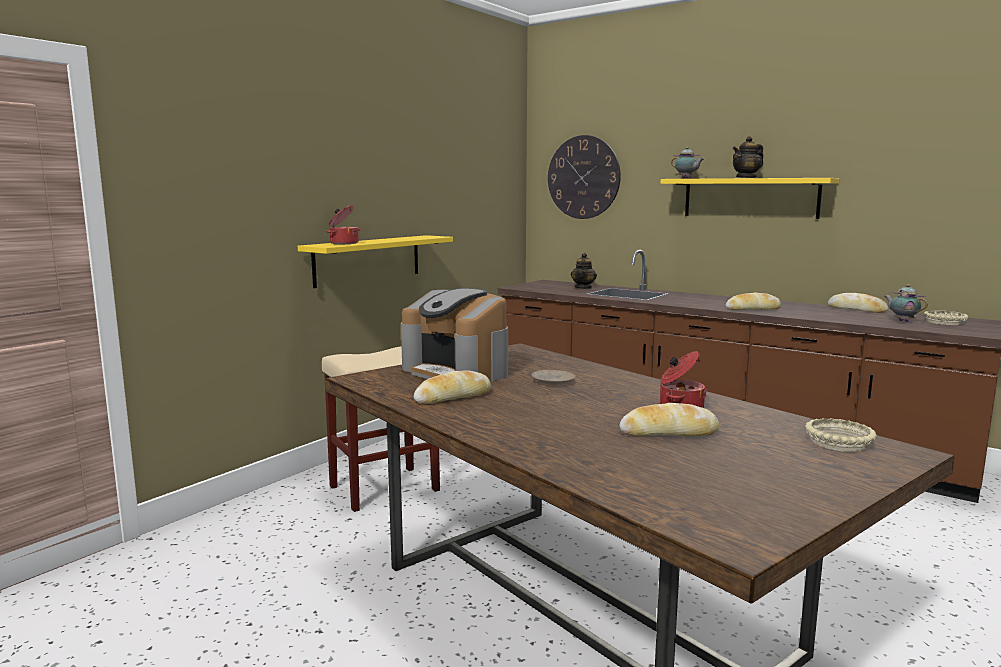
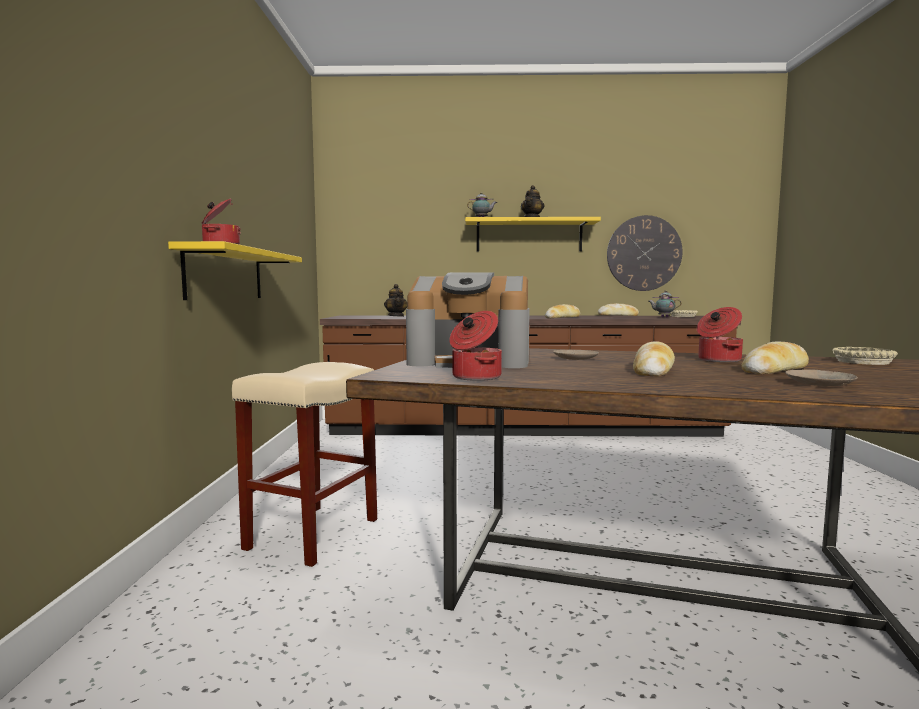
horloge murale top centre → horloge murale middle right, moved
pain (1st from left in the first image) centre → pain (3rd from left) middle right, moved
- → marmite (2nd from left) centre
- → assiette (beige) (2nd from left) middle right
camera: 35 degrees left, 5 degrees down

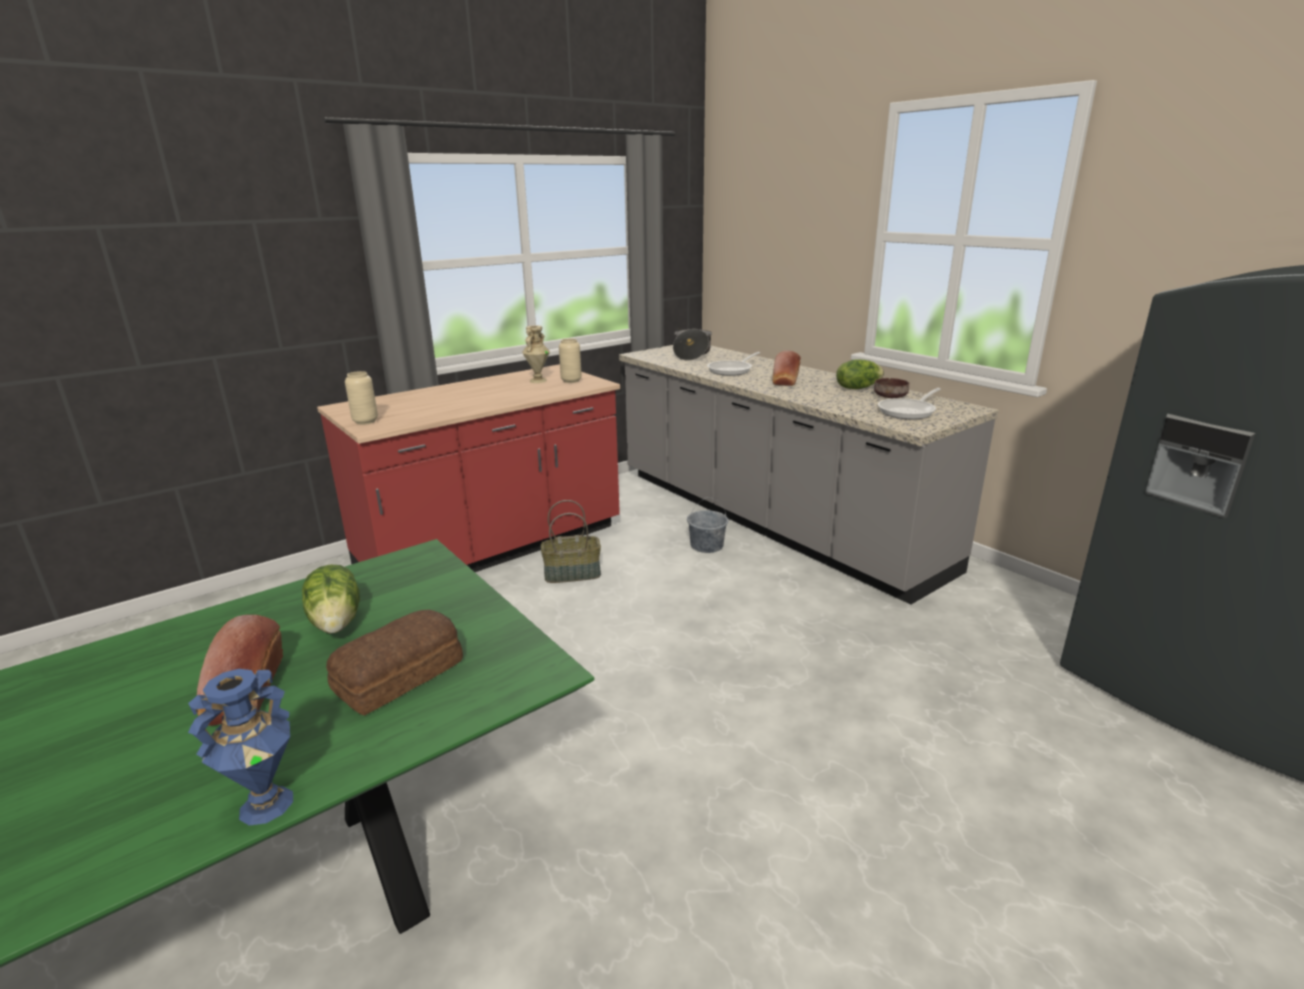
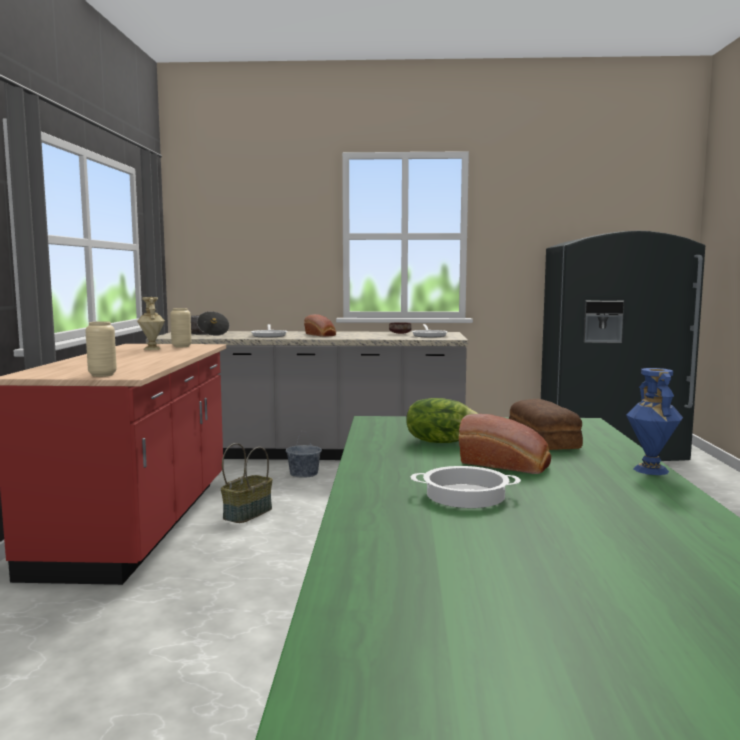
laitue (2nd from left) centre → -
- → marmite (2nd from left) centre
camera: 50 degrees left, 15 degrees down

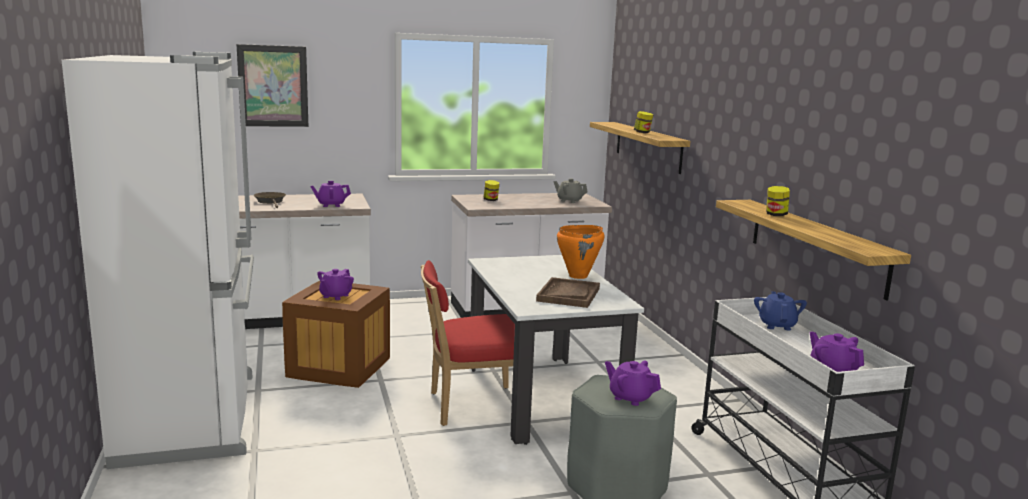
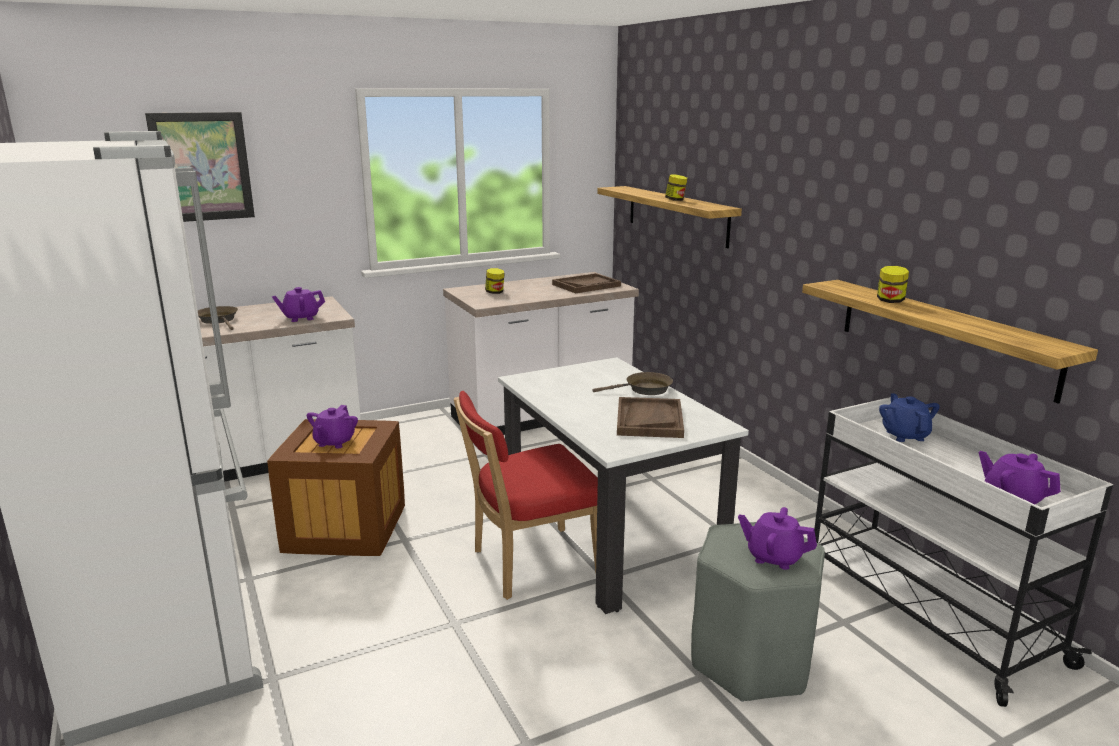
théière (gris) centre → plateau (marron) (1st from left) centre
marmite (orange) centre → poêle (marron) (2nd from left) centre
camera: 10 degrees left, 5 degrees up

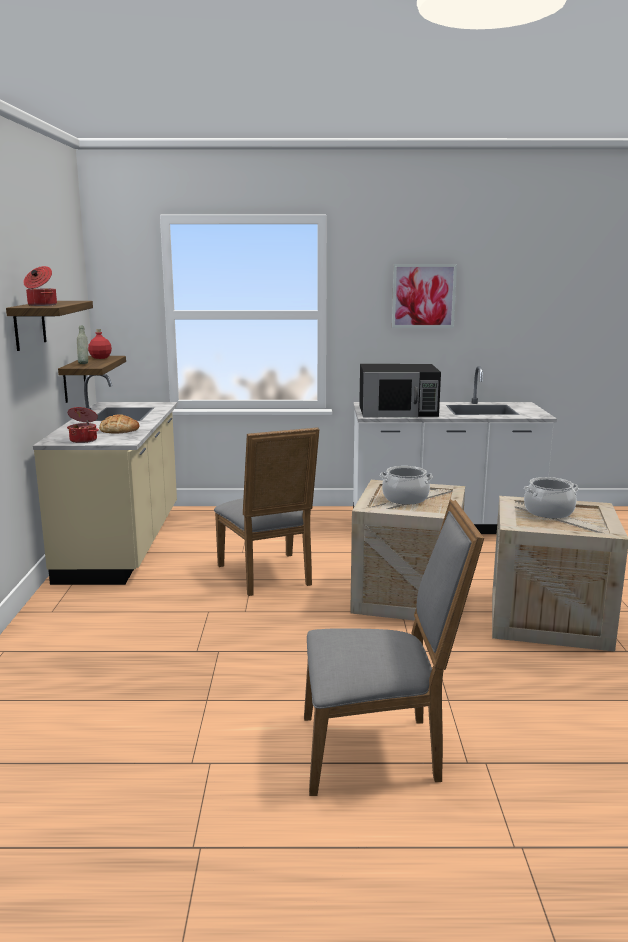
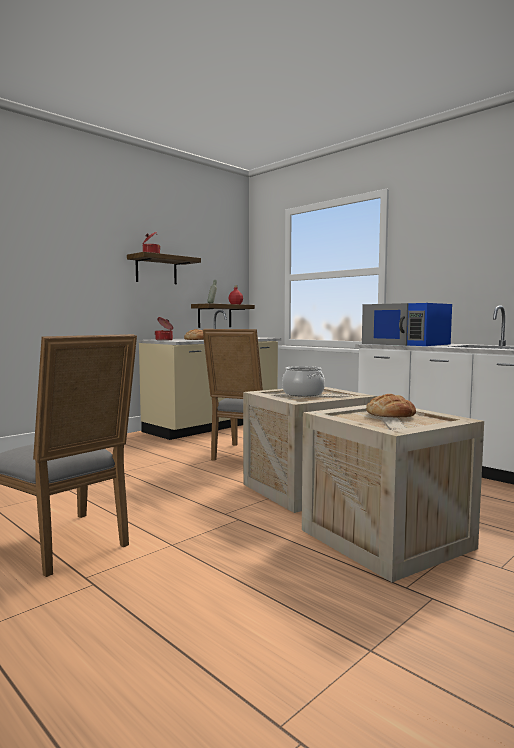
tableau top right → -
micro-ondes (noir) centre → micro-ondes (bleu) middle right
marmite (4th from left) middle right → pain (2nd from left) middle right
camera: 45 degrees right, 10 degrees down

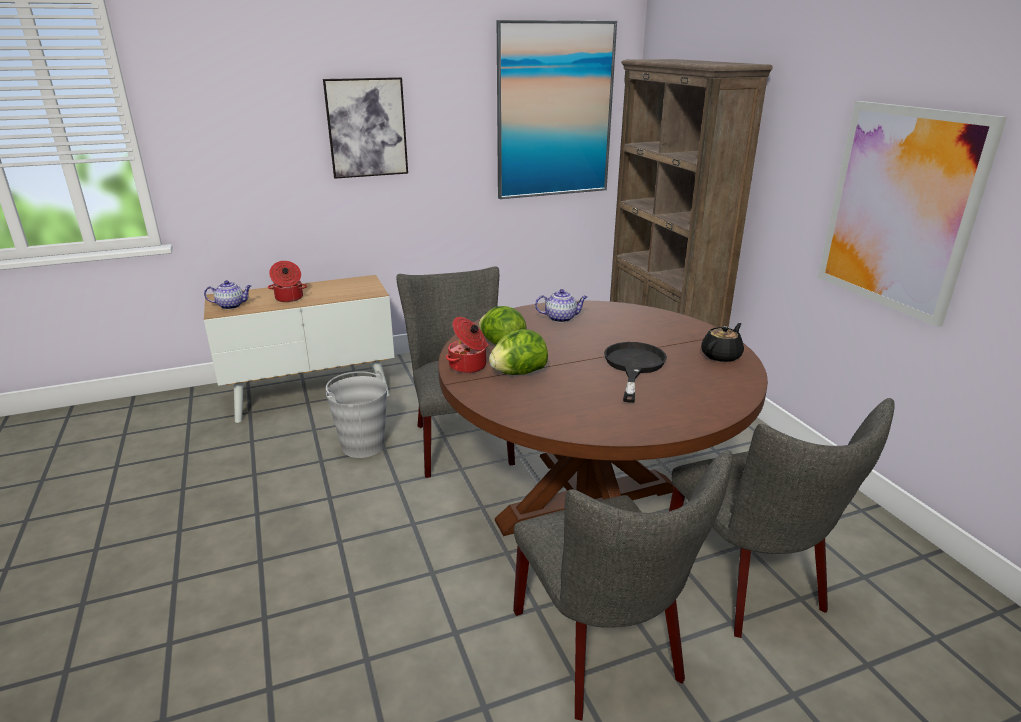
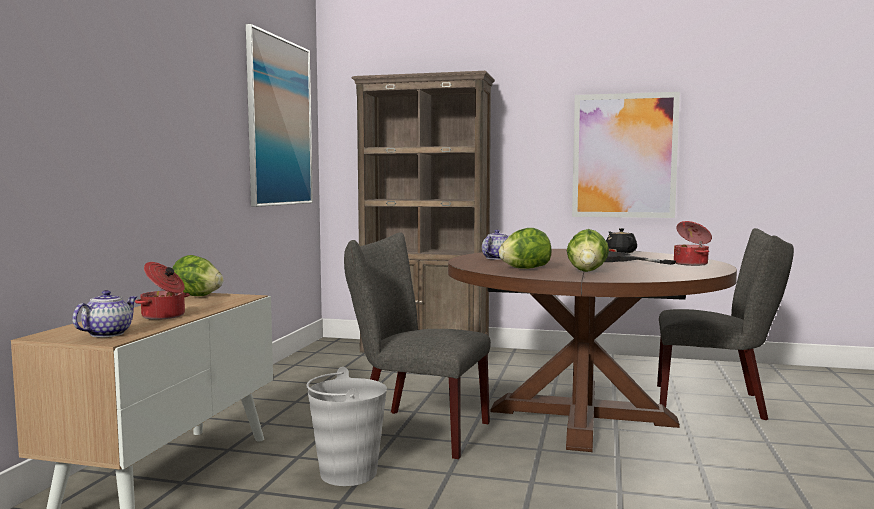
tableau (1st from left) top centre → -
marmite (2nd from left) centre → marmite (2nd from left) middle right, moved
chaise (gris) (2nd from left) bottom centre → -
- → laitue (1st from left) middle left
camera: 55 degrees left, 20 degrees down

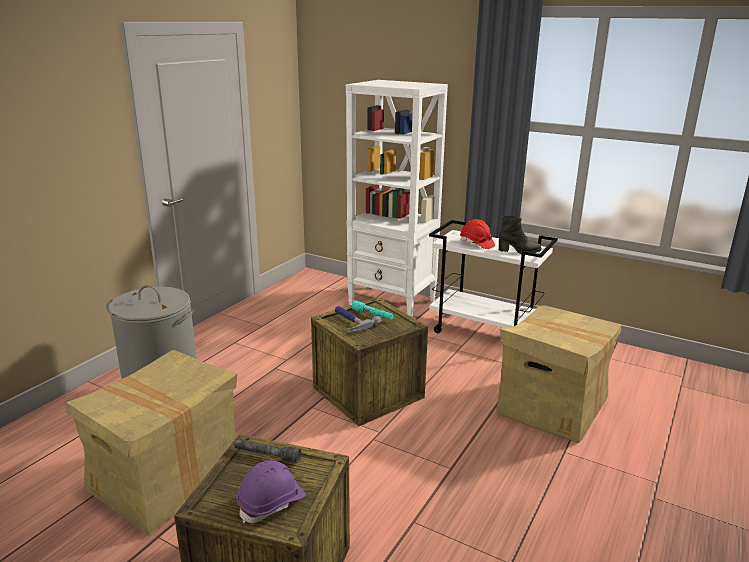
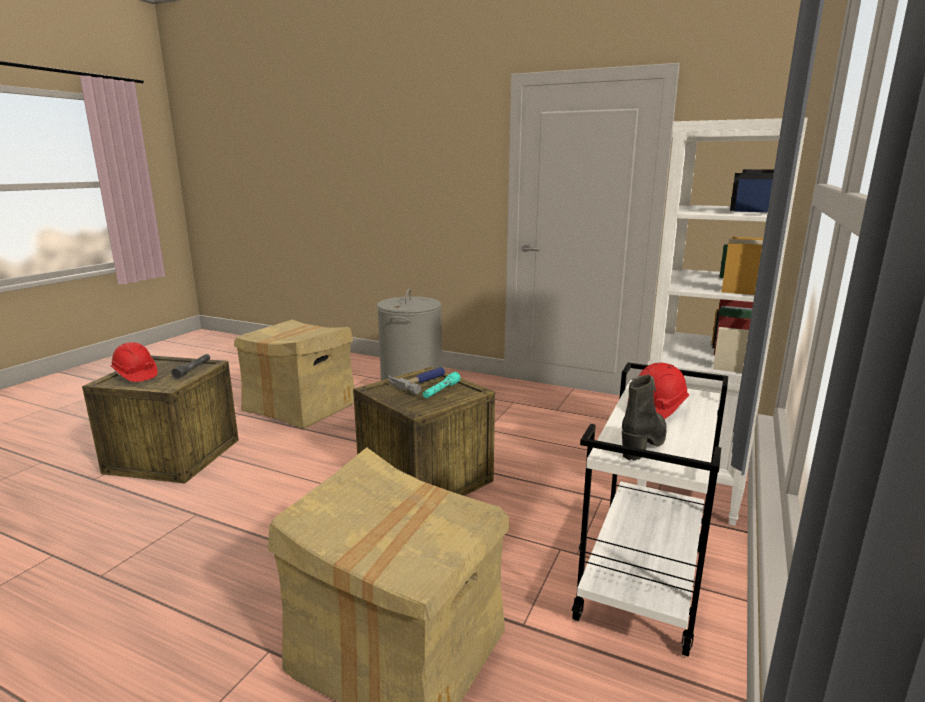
botte (noir) middle right, 150 degrees counterclockwise
casque de chantier (violet) bottom centre → casque de chantier (rouge) (1st from left) middle left
camera: 85 degrees right, 5 degrees down

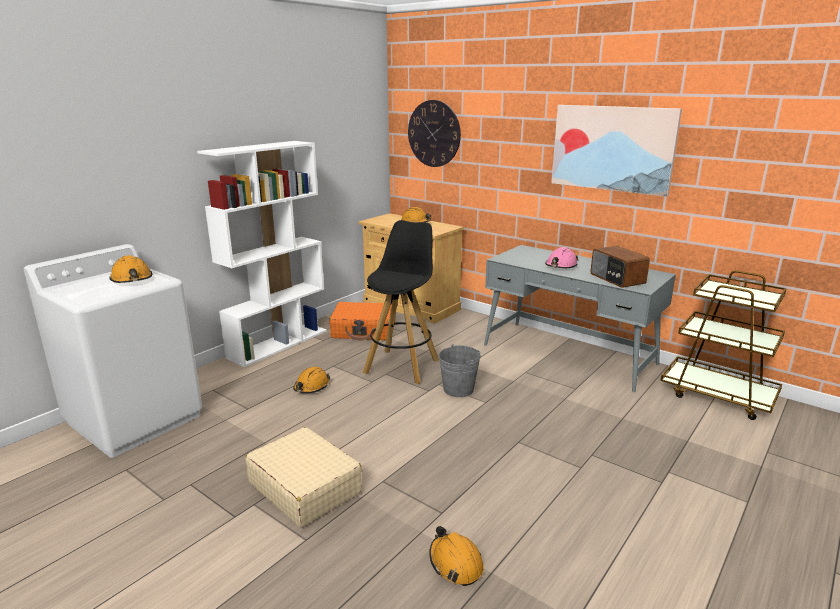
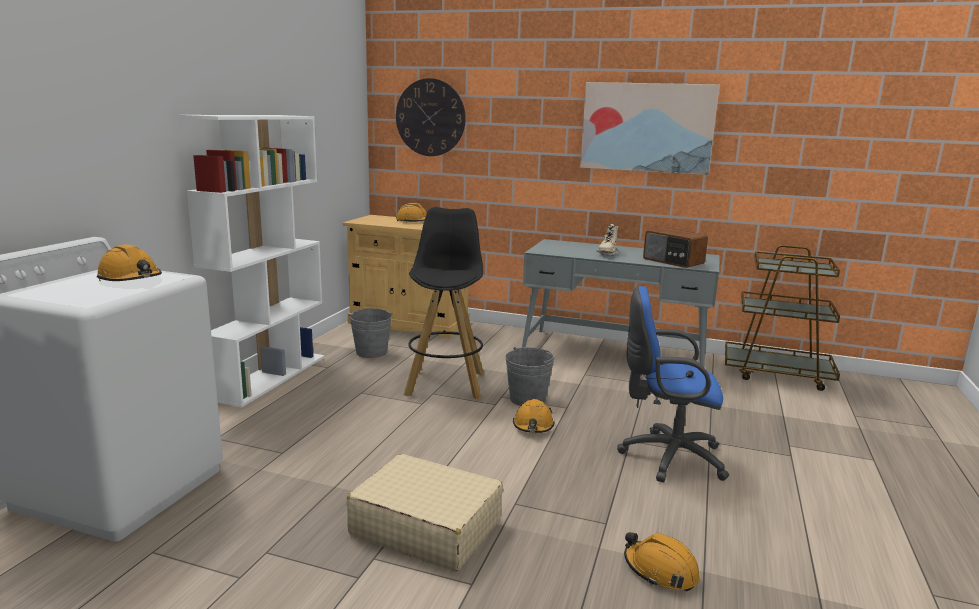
casque de chantier (rose) middle right → botte (beige) centre
valise (orange) centre → seau (gris) (1st from left) centre
casque de chantier (orange) (2nd from left in the first image) centre → casque de chantier (orange) (3rd from left) bottom centre, moved
- → chaise de bureau (bleu) middle right
camera: 20 degrees left, 5 degrees down

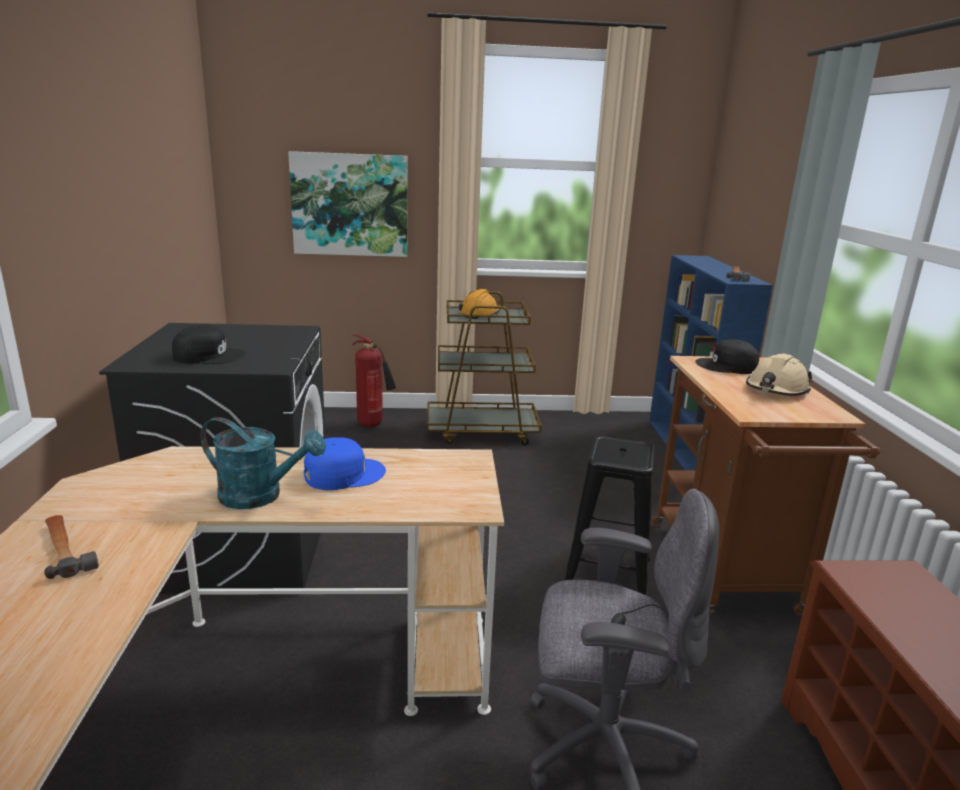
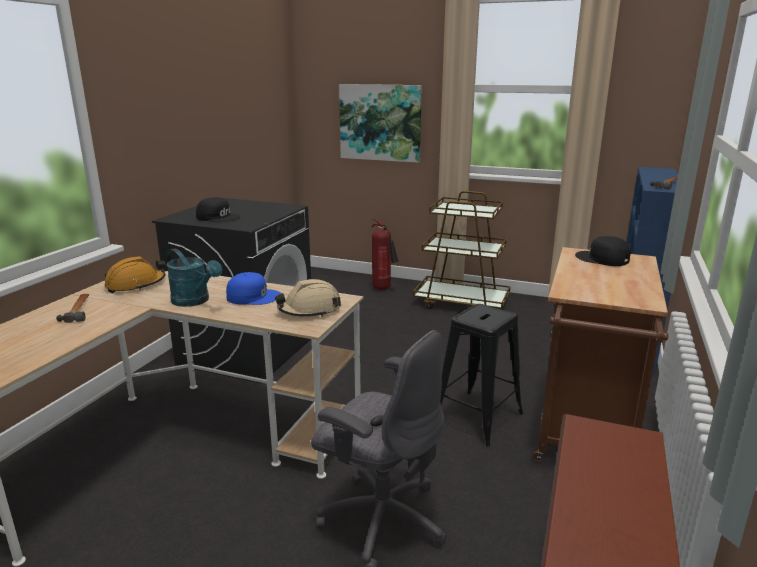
casque de chantier (orange) centre → casque de chantier (orange) middle left, moved
casque de chantier (beige) middle right → casque de chantier (beige) centre, moved
camera: 25 degrees right, 0 degrees up

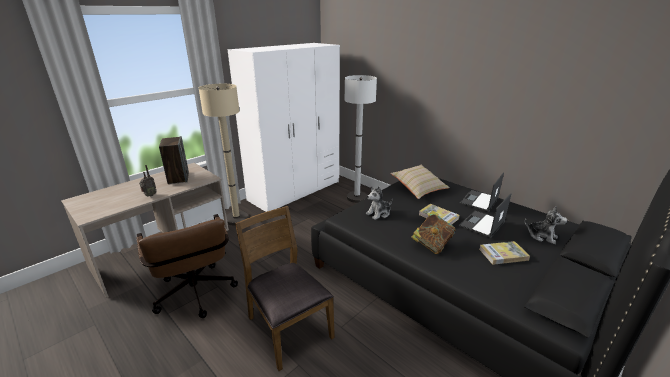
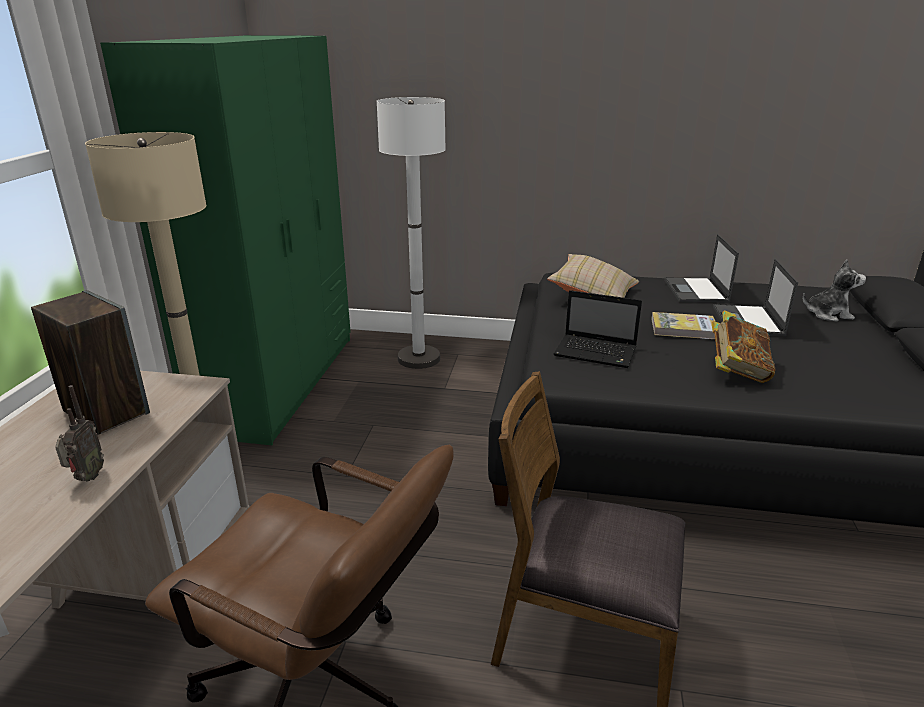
armoire (blanc) centre → armoire (vert) middle left
peluche (1st from left) centre → ordinateur portable (1st from left) centre
livre (3rd from left) bottom right → -
camera: 35 degrees left, 0 degrees up

